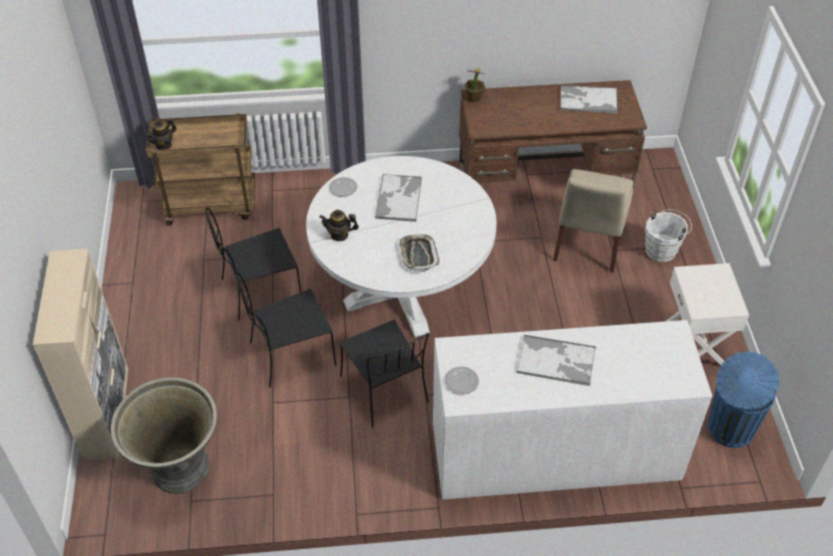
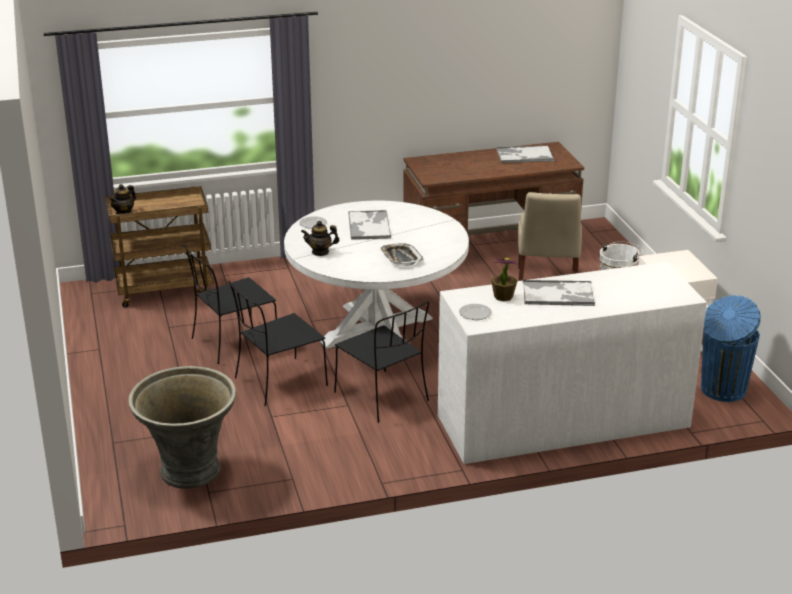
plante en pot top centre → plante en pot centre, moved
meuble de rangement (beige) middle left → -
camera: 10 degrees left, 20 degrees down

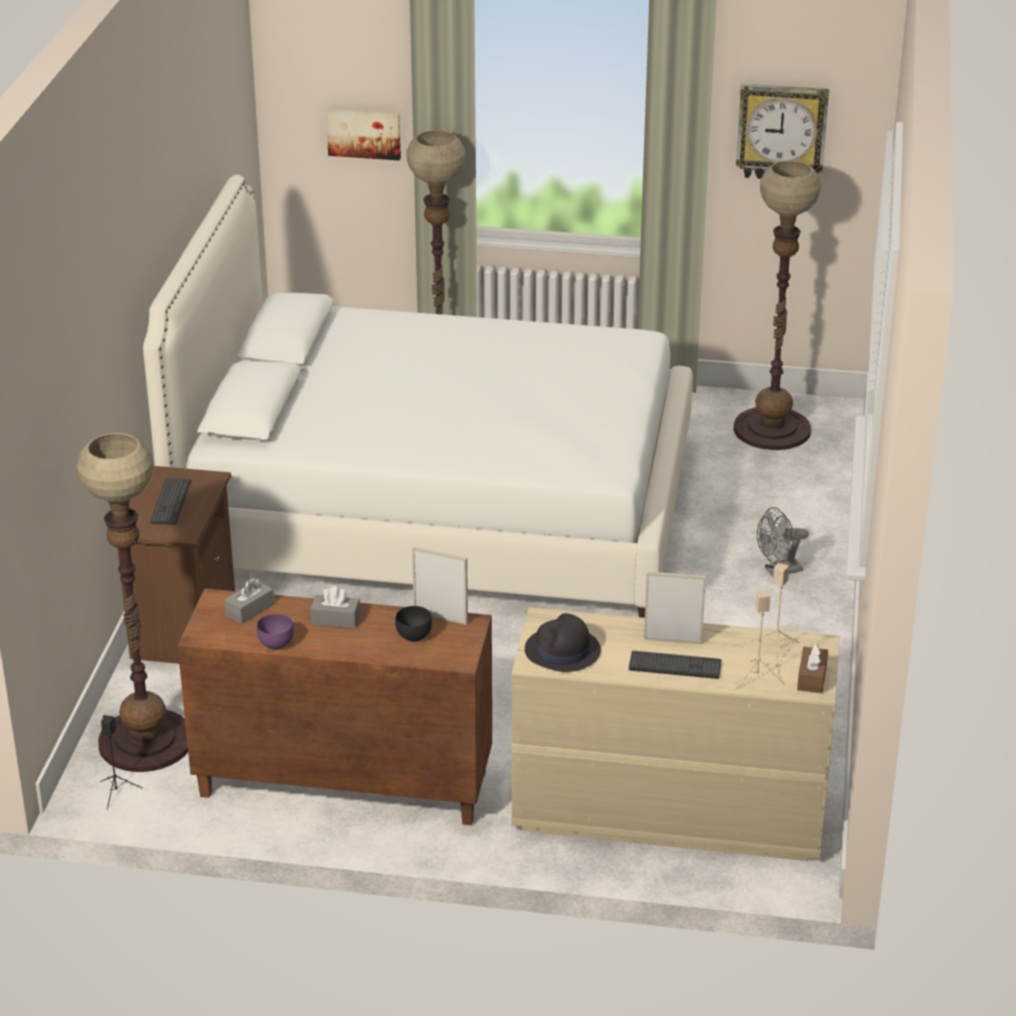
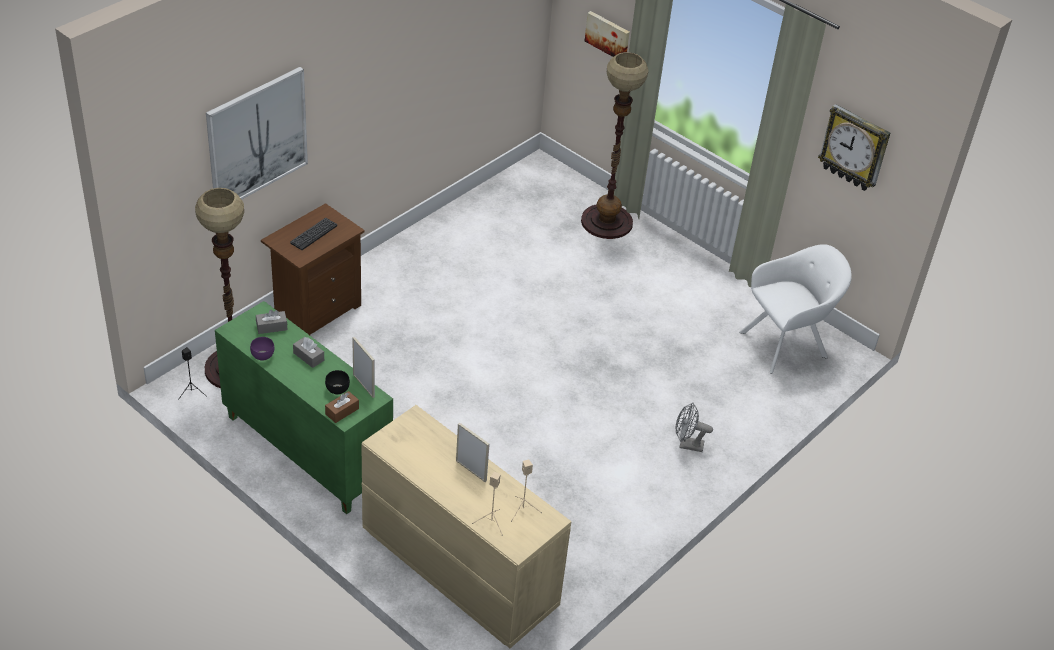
lampadaire (3rd from left) top right → fauteuil (blanc) middle right
lit (blanc) centre → -
meuble de rangement (marron) bottom left → meuble de rangement (vert) middle left
chapeau (noir) centre → -
boîte à mouchoirs (marron) middle right → boîte à mouchoirs (marron) middle left, moved
clavier (2nd from left) centre → -
- → tableau (1st from left) top left
camera: 30 degrees right, 10 degrees up

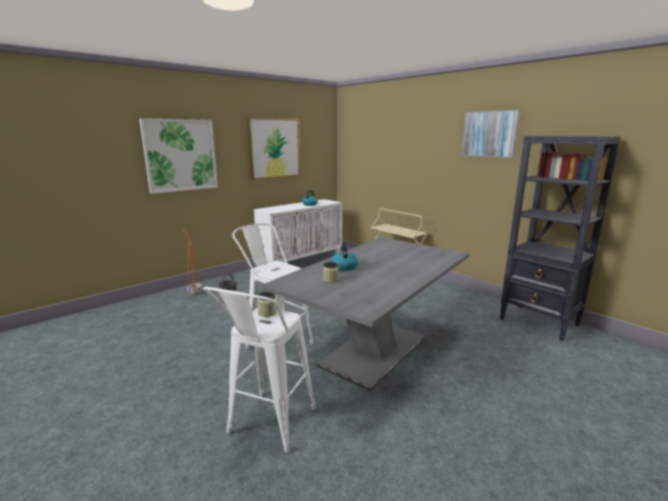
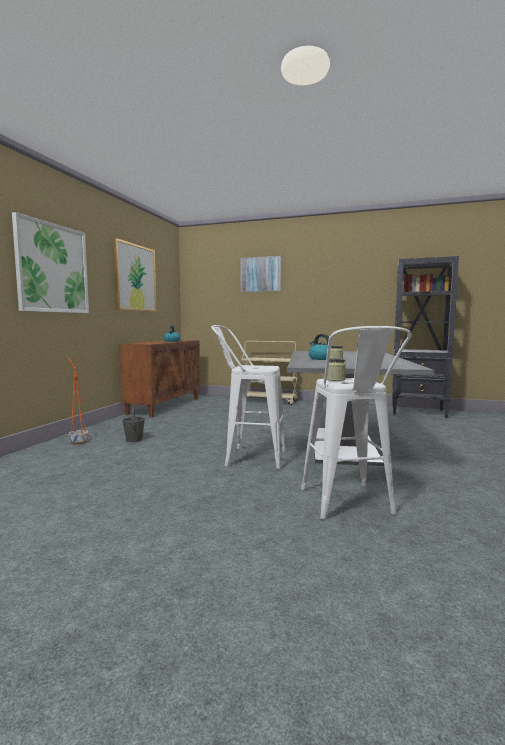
tableau (3rd from left) top right → tableau (3rd from left) centre, moved
meuble de rangement (blanc) centre → meuble de rangement (marron) middle left
camera: 30 degrees left, 10 degrees down

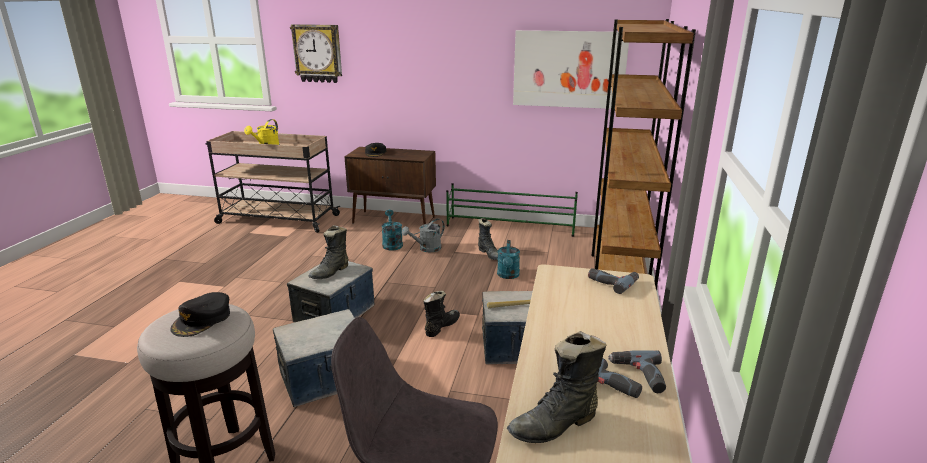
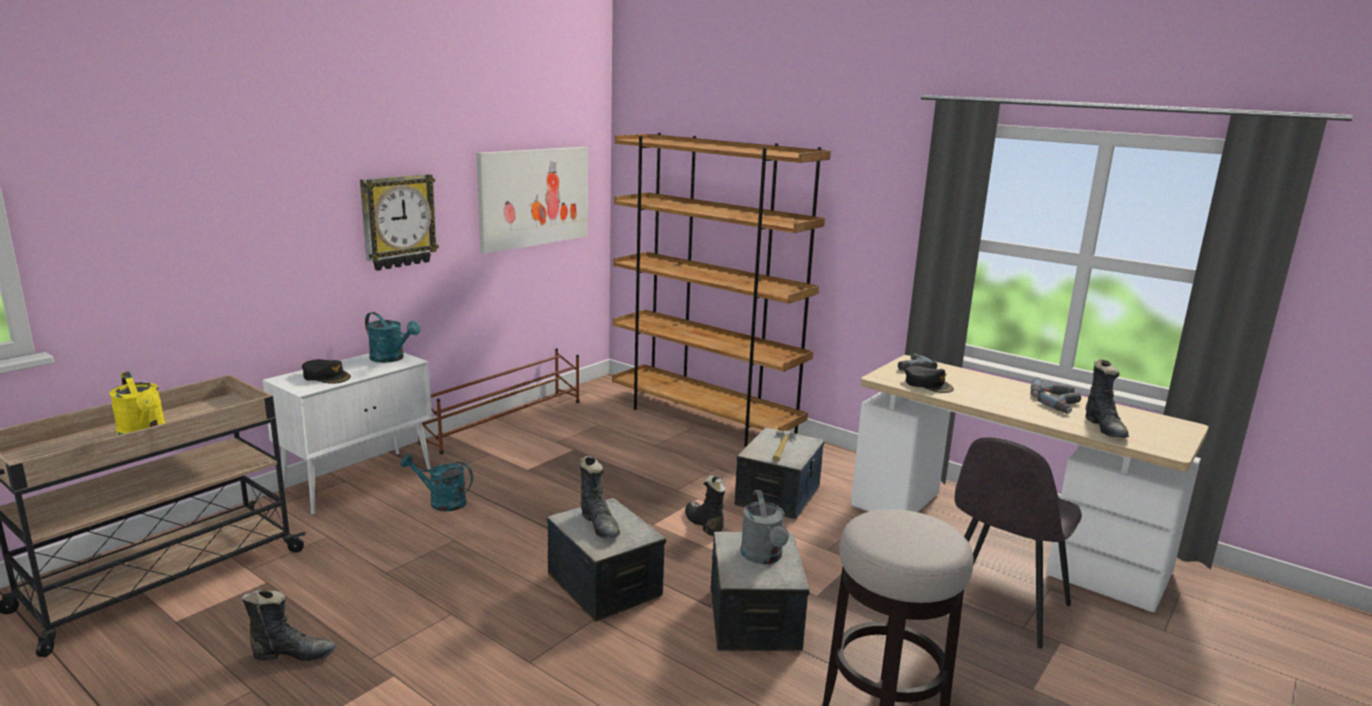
horloge murale top centre → horloge murale top left, moved
meuble de rangement (marron) centre → meuble de rangement (blanc) middle left
étagère à chaussures (vert) centre → étagère à chaussures (marron) centre
botte (noir) (3rd from left in the first image) centre → botte (noir) (1st from left) bottom left, moved
arrosoir (gris) centre → arrosoir (gris) bottom centre, moved
arrosoir (turquoise) (2nd from left in the first image) centre → arrosoir (turquoise) (1st from left) middle left, moved
casquette (noir) (1st from left in the first image) bottom left → casquette (noir) (2nd from left) middle right, moved
camera: 65 degrees left, 5 degrees down

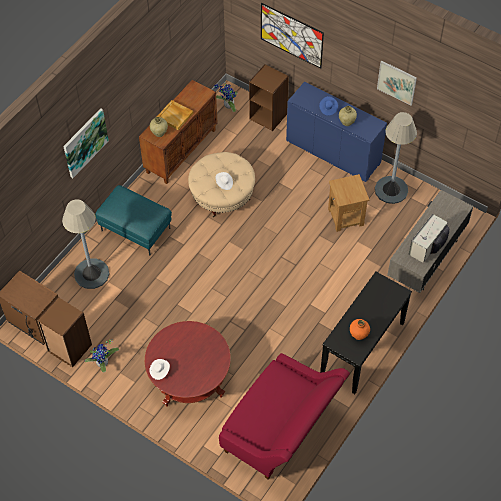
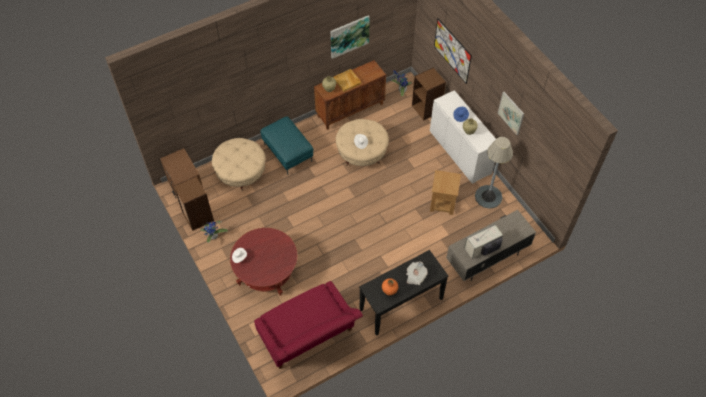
meuble de rangement (bleu) top right → meuble de rangement (blanc) centre
tableau (1st from left) top left → tableau (1st from left) top centre, moved
lampadaire (gris) (1st from left) middle left → pouf (beige) (1st from left) centre
- → journal bottom centre
camera: 25 degrees right, 0 degrees up

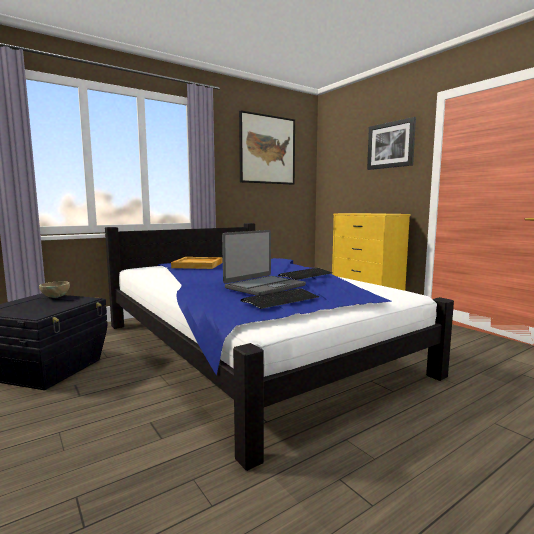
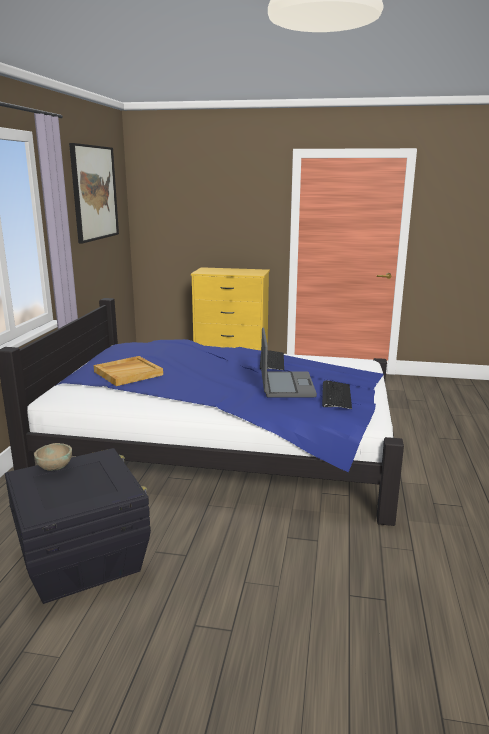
tableau (2nd from left) top right → -
camera: 45 degrees left, 10 degrees up

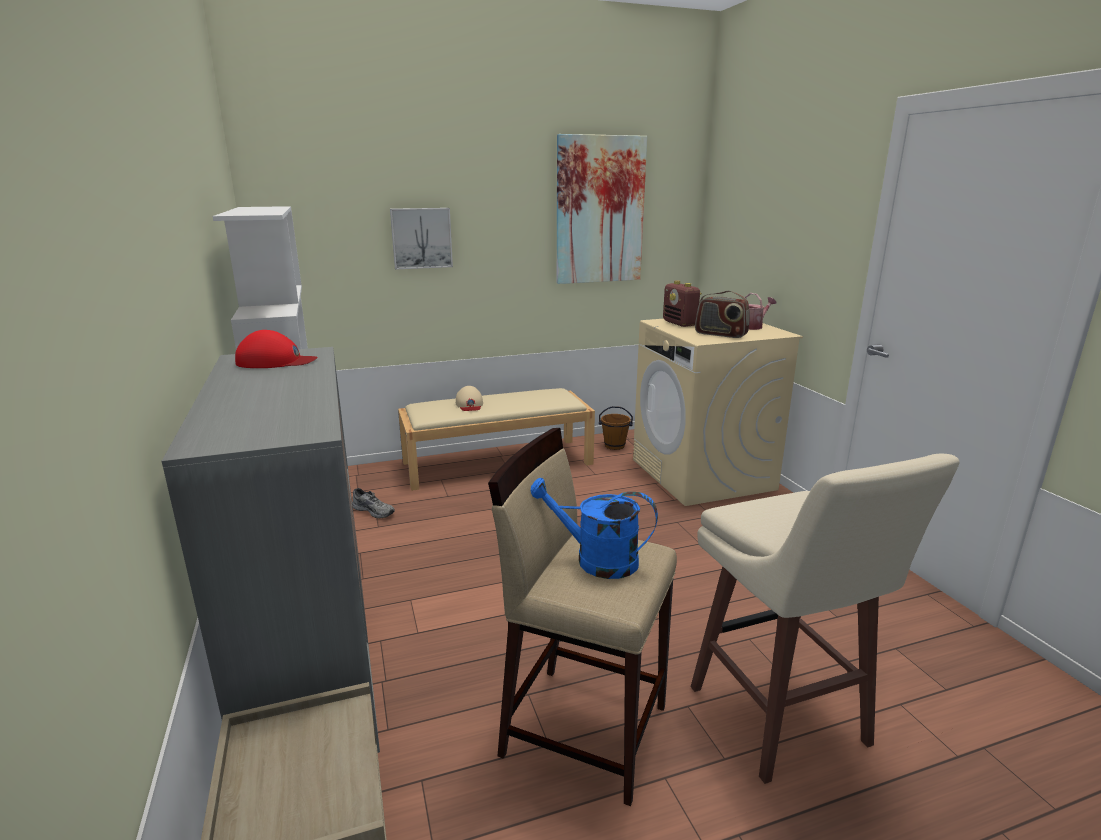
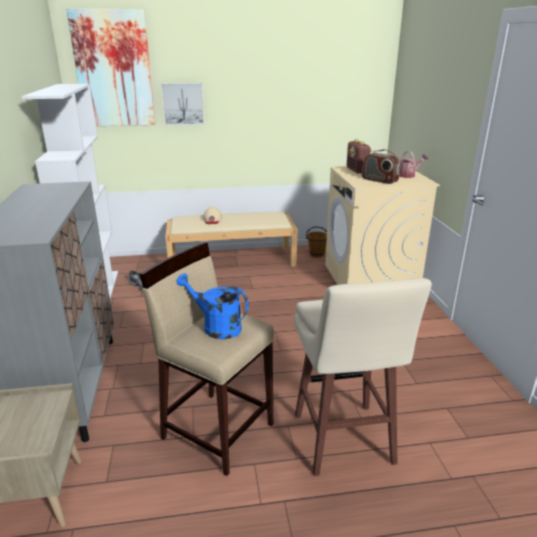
tableau (2nd from left in the first image) top centre → tableau (1st from left) top left, moved
casquette (rouge) middle left → -
camera: 10 degrees right, 5 degrees up

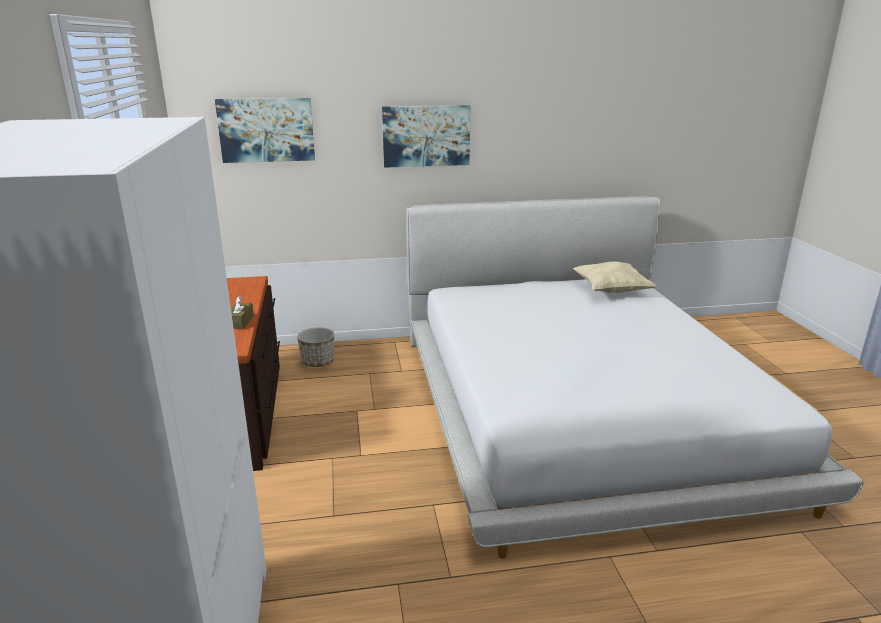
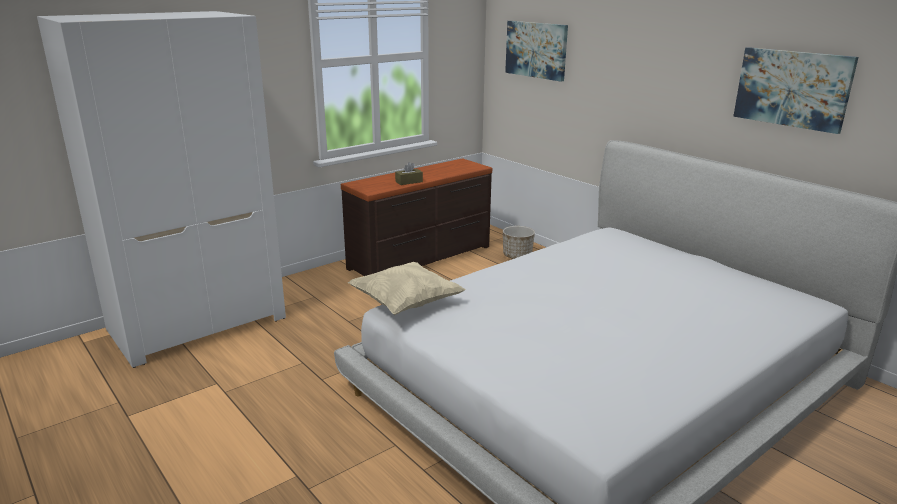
tableau (2nd from left) top centre → tableau (2nd from left) top right, moved
coussin (beige) middle right → coussin (beige) centre, moved
camera: 60 degrees right, 0 degrees up

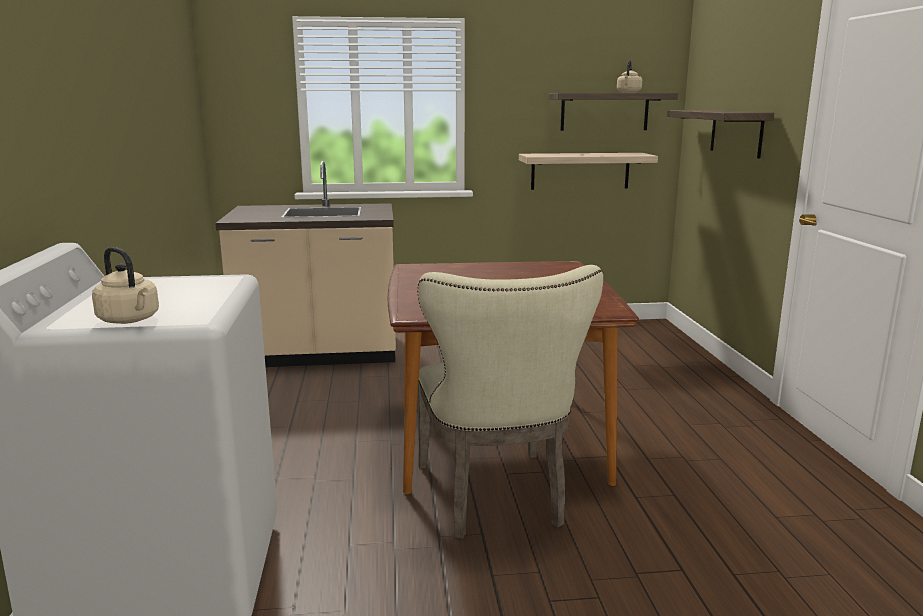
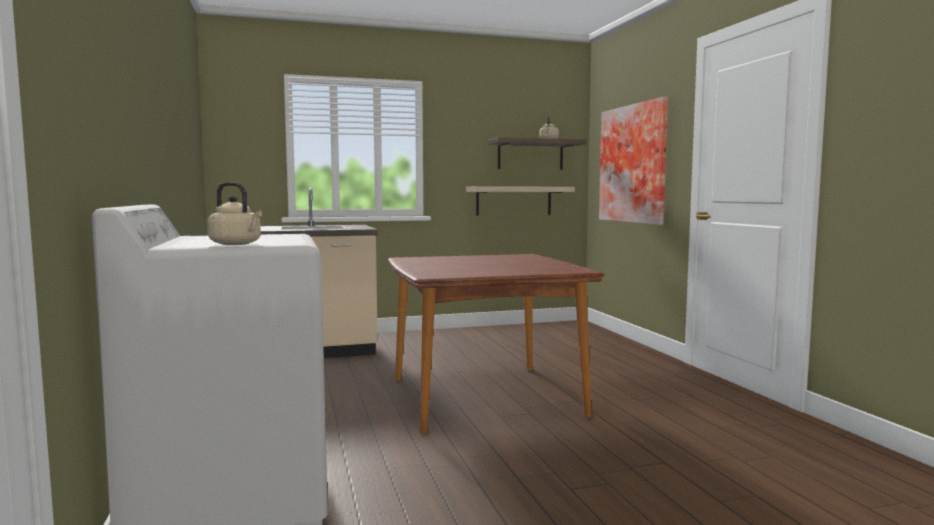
étagère (3rd from left) top right → tableau top right
chaise (beige) centre → -
camera: 10 degrees left, 10 degrees down

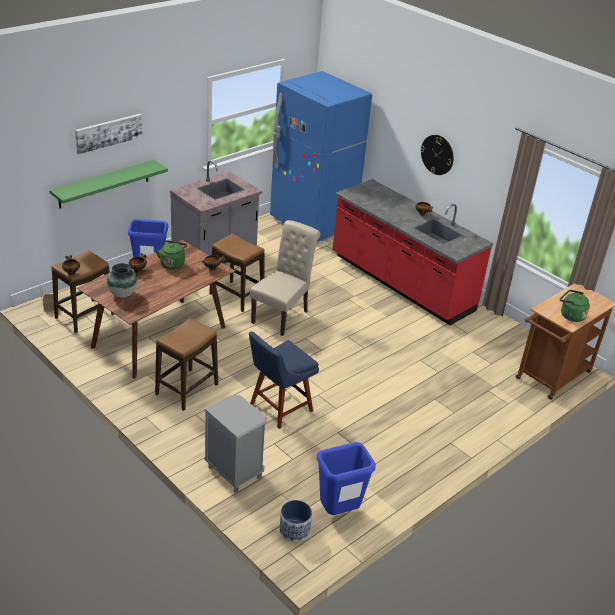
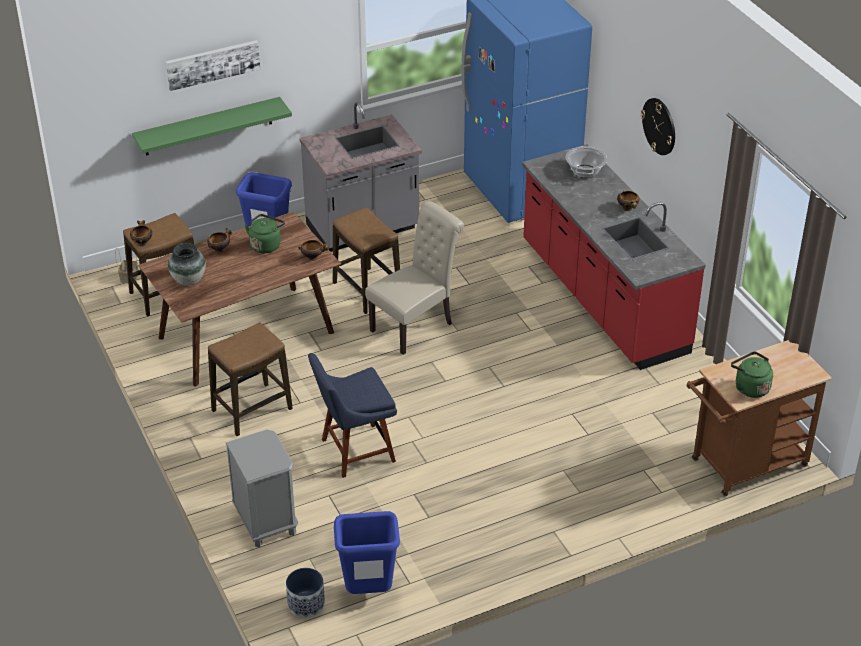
- → marmite top right
camera: 20 degrees right, 5 degrees up

